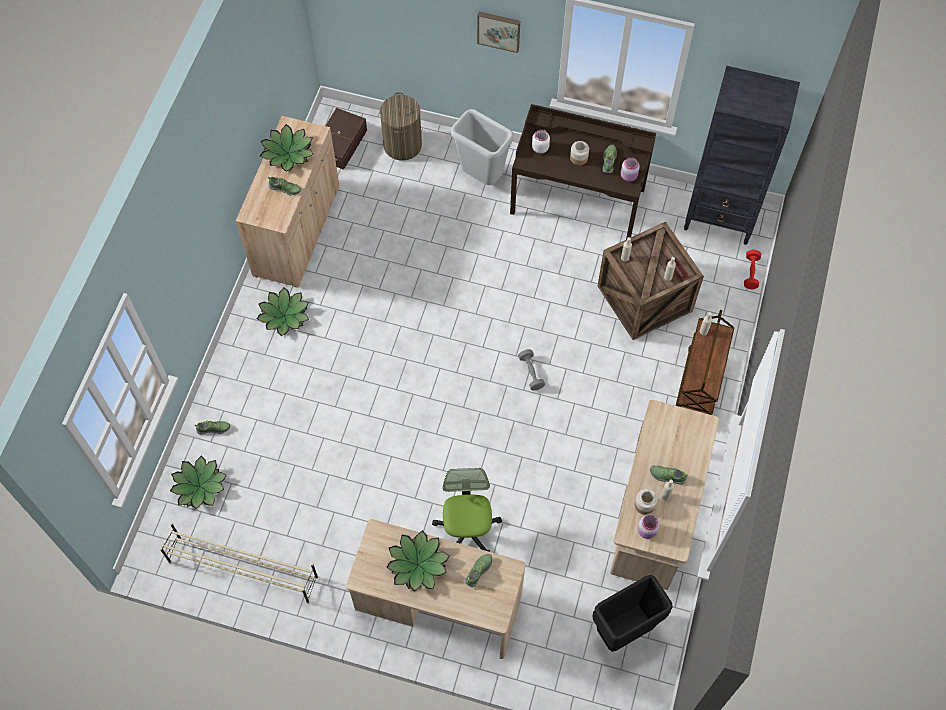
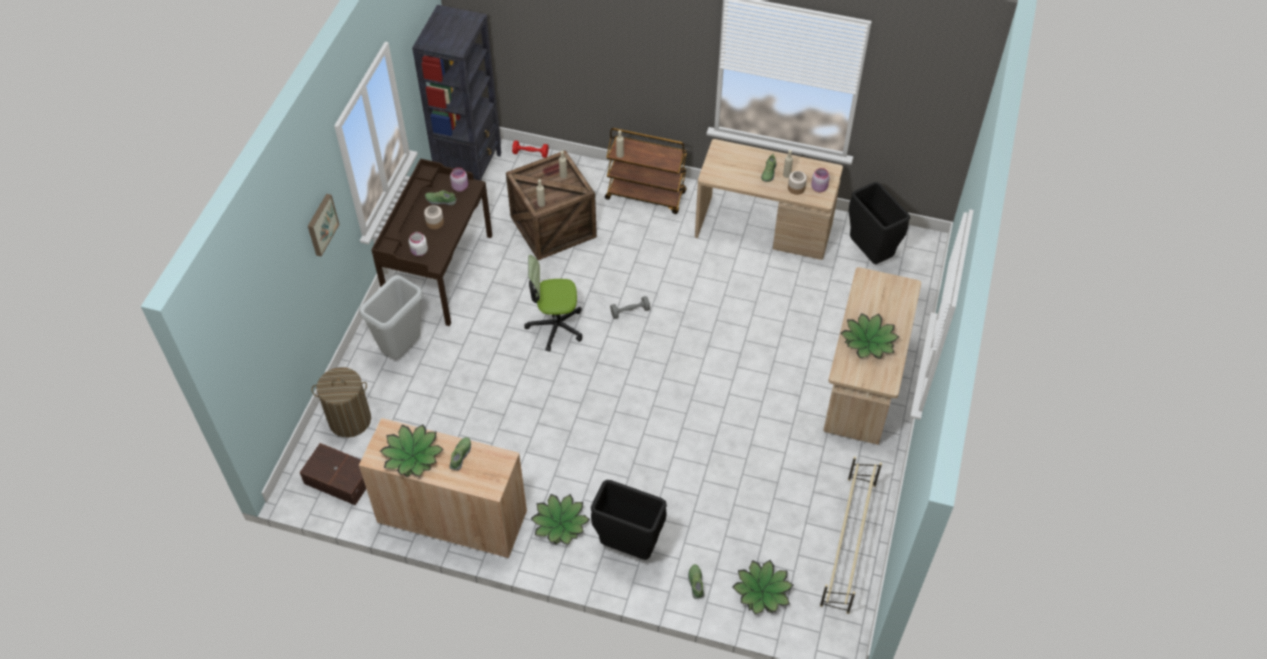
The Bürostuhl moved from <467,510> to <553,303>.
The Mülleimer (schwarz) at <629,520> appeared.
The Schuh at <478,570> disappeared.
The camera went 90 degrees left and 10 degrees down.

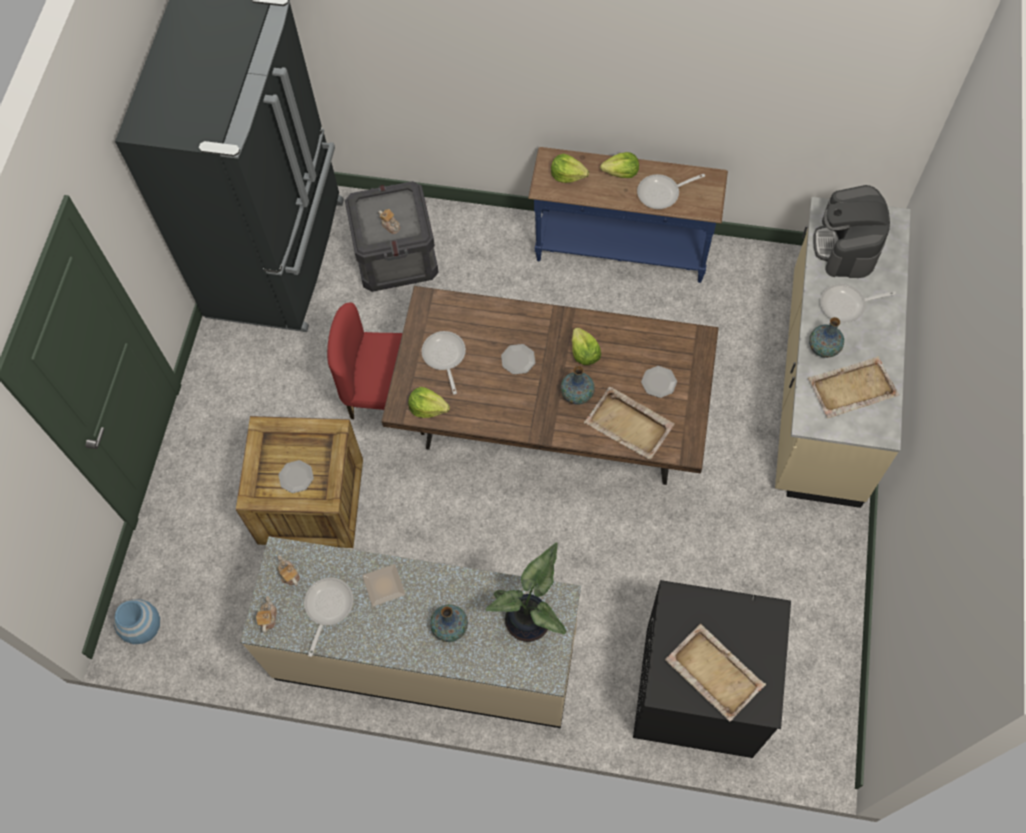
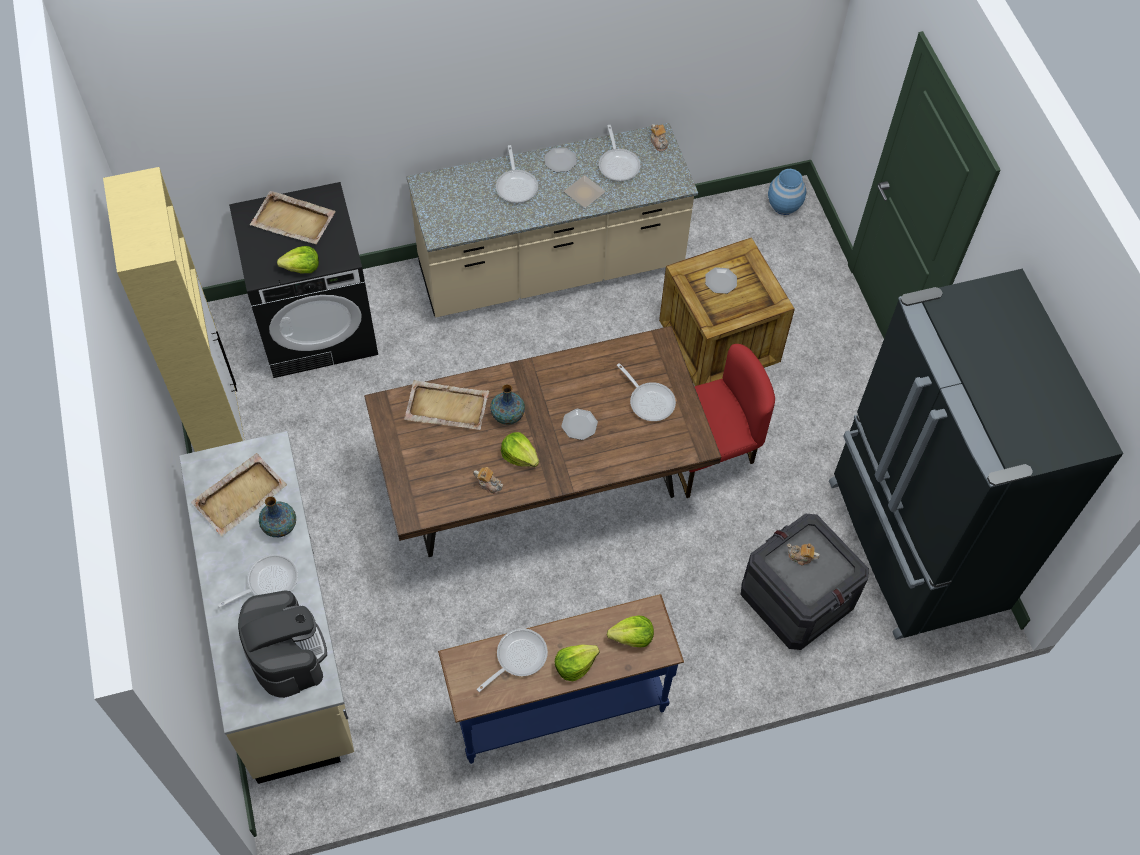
The Schrank (beige) at <174,309> appeared.
The Salatkopf moved from <429,402> to <298,259>.
The Teekanne moved from <288,570> to <488,480>.
The Vase at <449,623> was replaced by the Pfanne at <517,174>.
The Teller moved from <659,382> to <560,160>.
The Topfpflanze at <525,592> disappeared.
The camera went 150 degrees right and 5 degrees down.

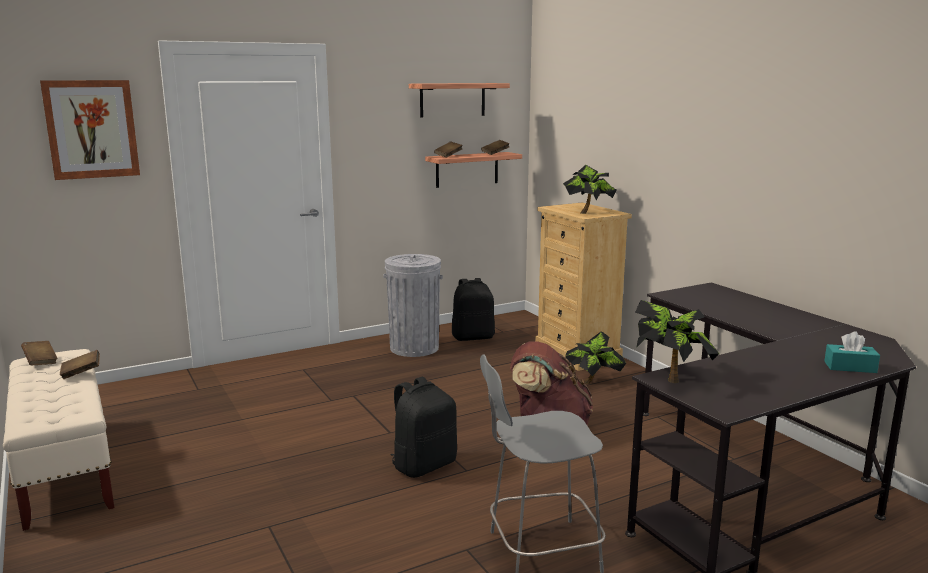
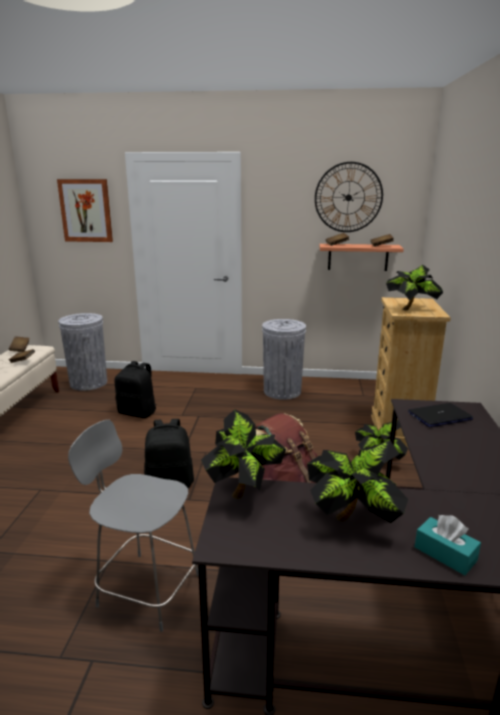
The Mülleimer (grau) at <82,352> appeared.
The Rucksack (schwarz) moved from <473,309> to <136,389>.
The Topfpflanze at <357,481> appeared.
The Wandregal at <459,100> was replaced by the Wanduhr at <349,197>.
The Laptop at <440,415> appeared.
The camera went 35 degrees right and 5 degrees up.

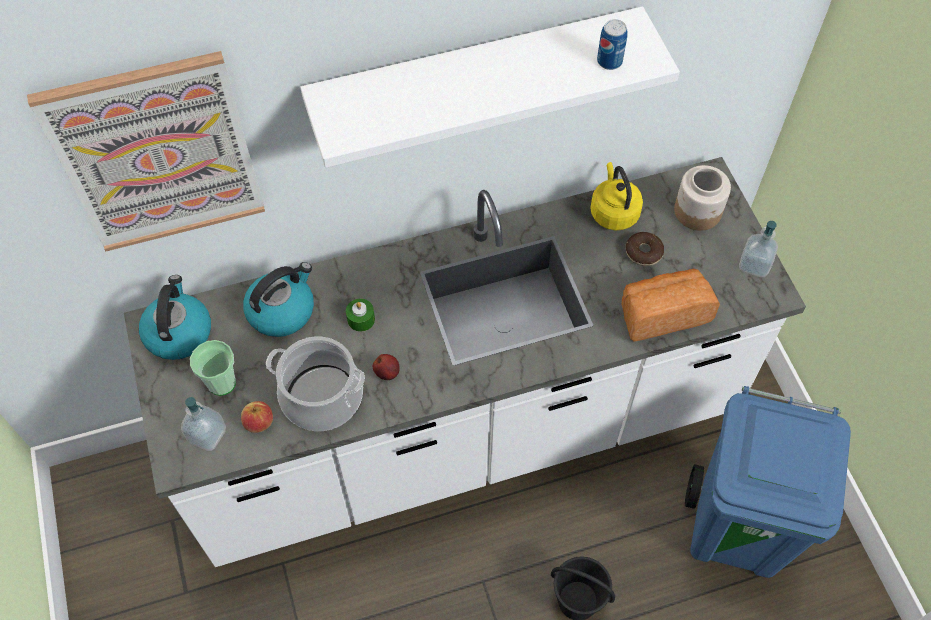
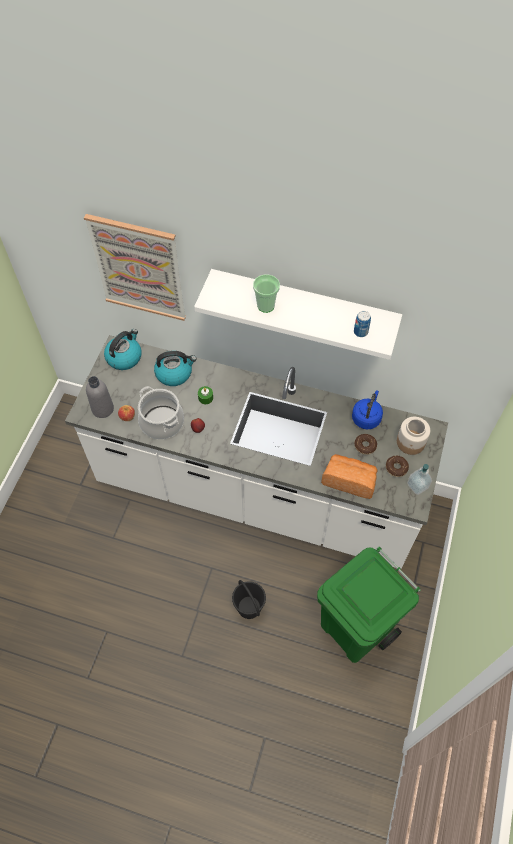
The Seifenspender at <203,424> was replaced by the Flasche (grau) at <100,397>.
The Tasse moved from <213,368> to <266,293>.
The Mülleimer (blau) at <768,482> became the Mülleimer (grün) at <369,605>.
The Wasserkessel (gelb) at <616,196> became the Wasserkessel (blau) at <367,409>.
The Donut at <397,466> appeared.
The camera went 35 degrees right and 0 degrees up.

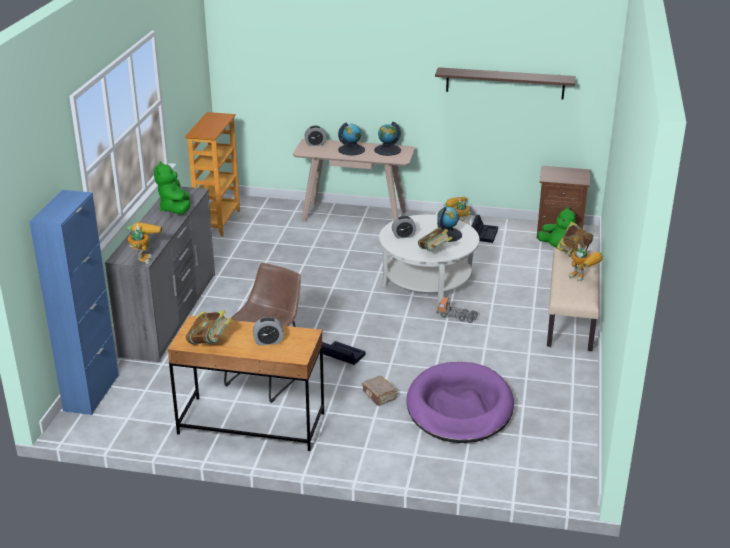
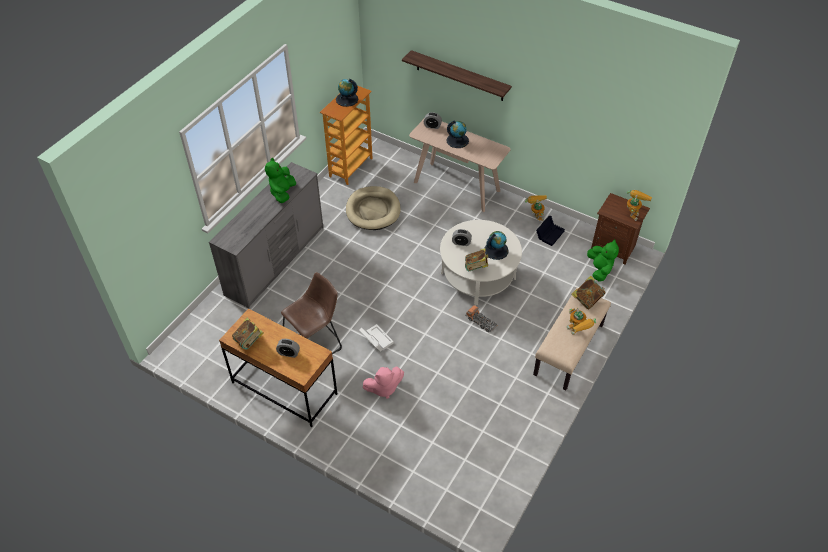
The Globus moved from <387,139> to <347,93>.
The Hundebett (beige) at <373,208> appeared.
The Aufbewahrungsbox (schwarz) at <344,353> became the Aufbewahrungsbox (weiß) at <376,337>.
The Buch (braun) at <379,391> was replaced by the Plüschtier (rosa) at <383,383>.
The Wandregal moved from <505,83> to <457,75>.
The Spielzeugroboter moved from <144,243> to <639,205>.
The Schrank (blau) at <74,302> disappeared.
The Hundebett (lila) at <460,402> disappeared.
The camera went 20 degrees right and 20 degrees up.

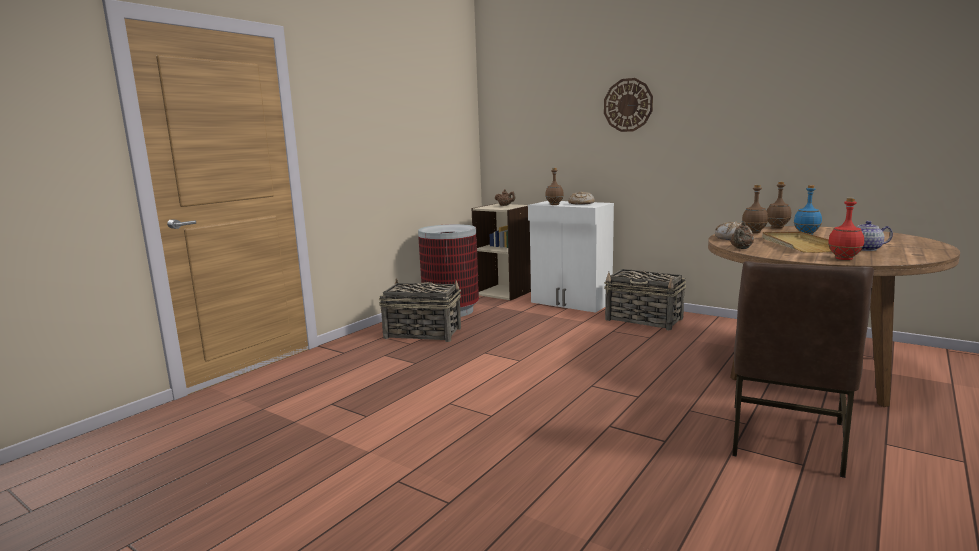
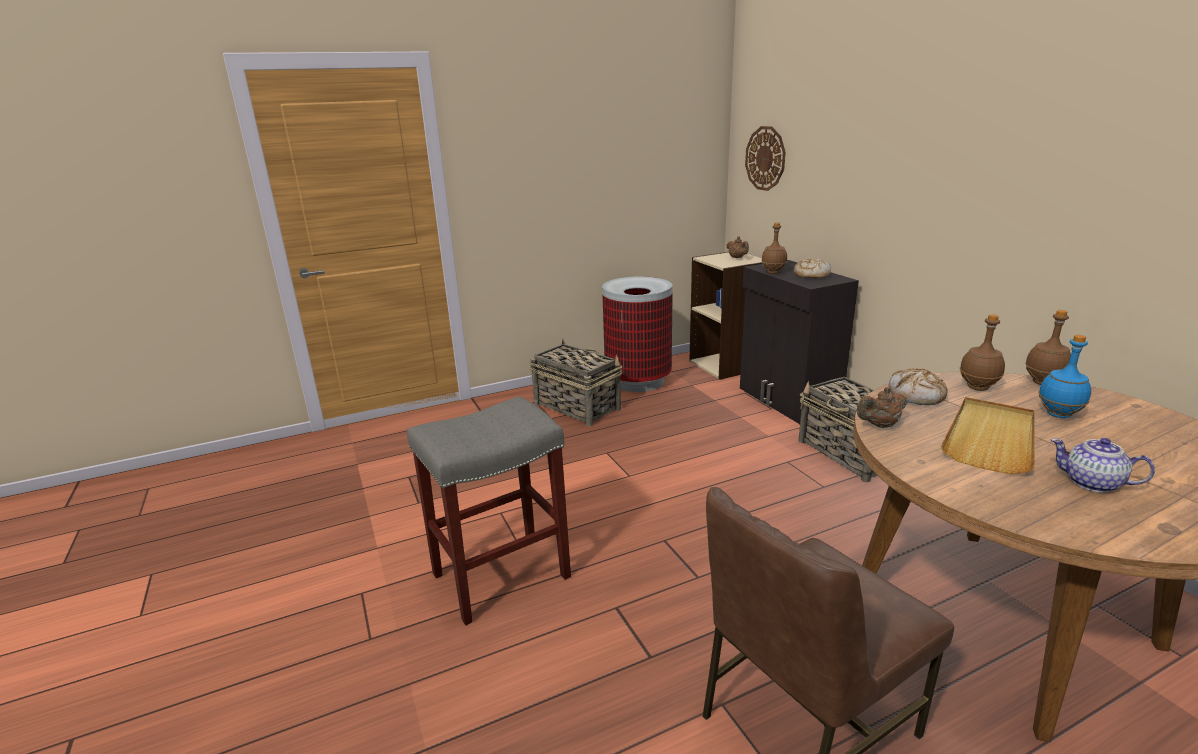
The Hocker (grau) at <489,510> appeared.
The Schrank (weiß) at <571,257> became the Schrank (schwarz) at <799,342>.
The Wanduhr moved from <628,105> to <765,158>.
The Flasche (rot) at <846,229> disappeared.
The camera went 30 degrees right and 10 degrees up.

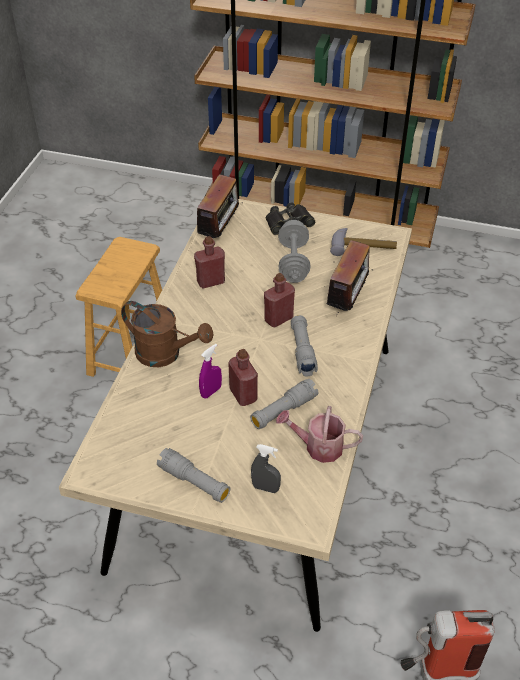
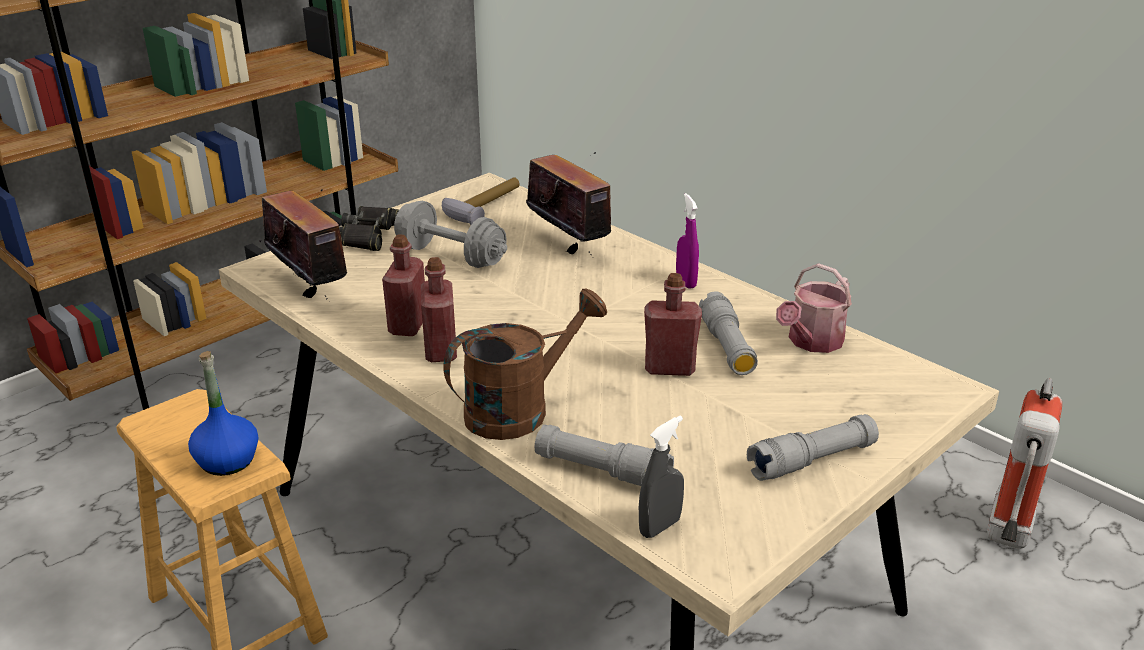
The Flasche (blau) at <223,413> appeared.
The Flasche (rot) moved from <279,300> to <439,309>.
The Taschenlampe (grau) moved from <304,345> to <604,455>.
The Sprühflasche (grau) moved from <266,468> to <661,477>.
The Sprühflasche (lila) moved from <210,371> to <687,241>.
The camera went 60 degrees left and 15 degrees down.

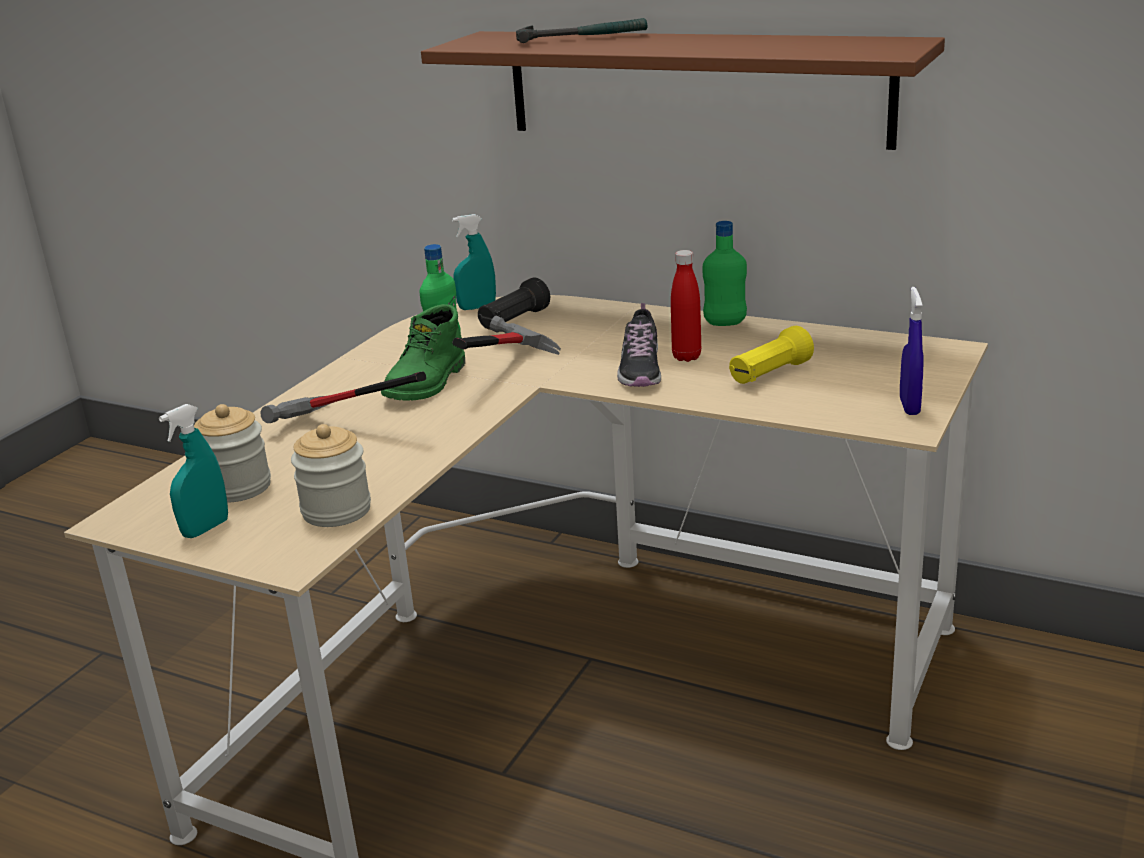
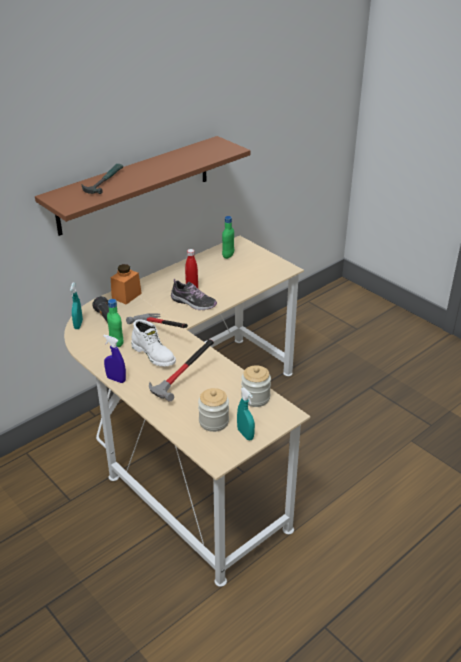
The Sprühflasche (blau) moved from <911,351> to <114,359>.
The Vorratsglas (orange) at <126,284> appeared.
The Stiefel (grün) at <423,352> became the Stiefel (weiß) at <153,343>.
The Flasche (grün) moved from <725,273> to <228,237>.
The Taschenlampe (gelb) at <771,355> disappeared.
The camera went 70 degrees left and 10 degrees up.

